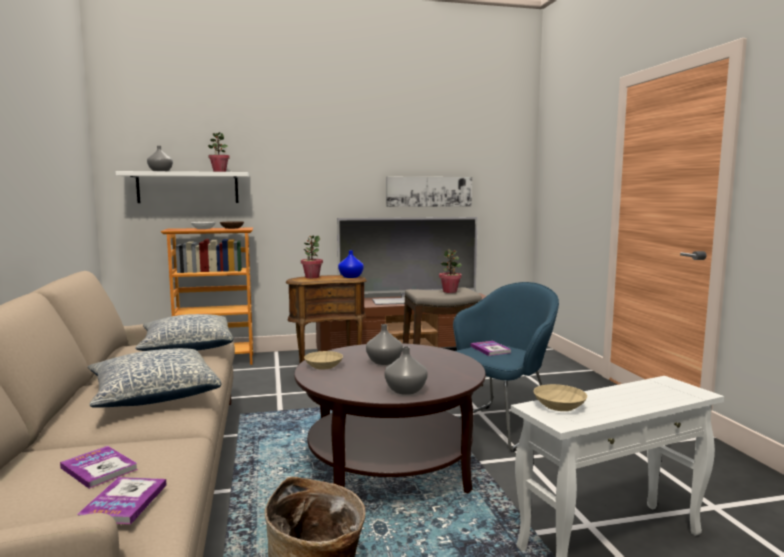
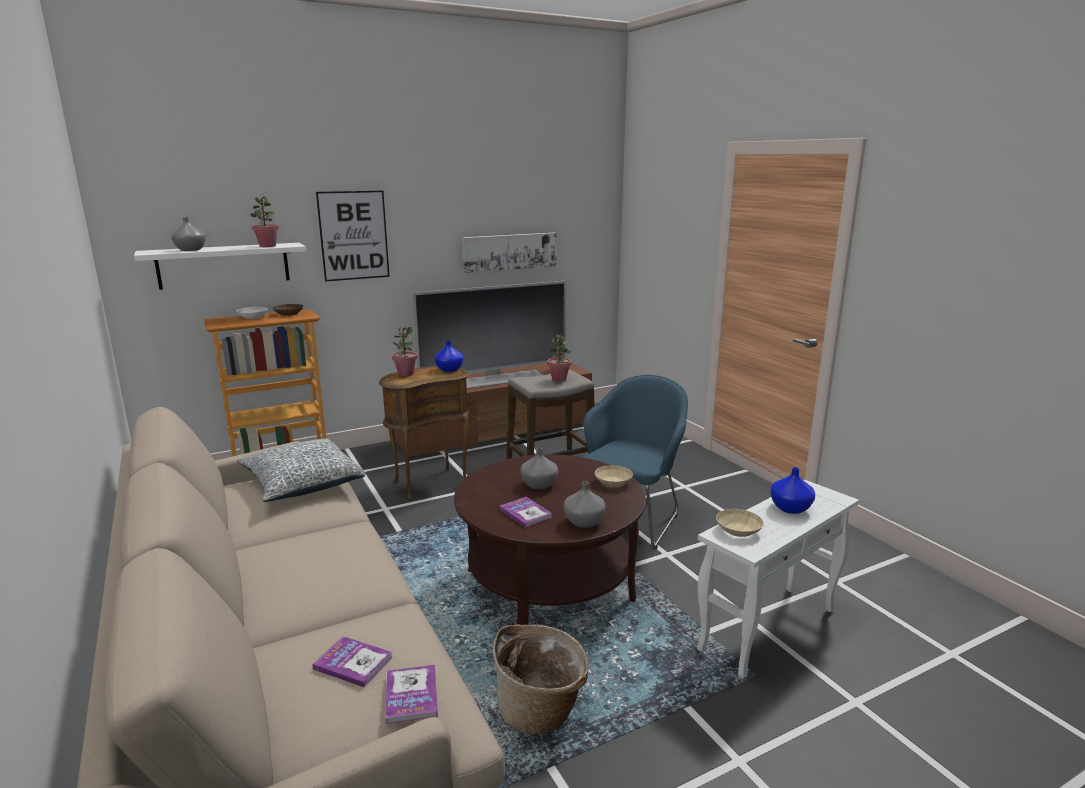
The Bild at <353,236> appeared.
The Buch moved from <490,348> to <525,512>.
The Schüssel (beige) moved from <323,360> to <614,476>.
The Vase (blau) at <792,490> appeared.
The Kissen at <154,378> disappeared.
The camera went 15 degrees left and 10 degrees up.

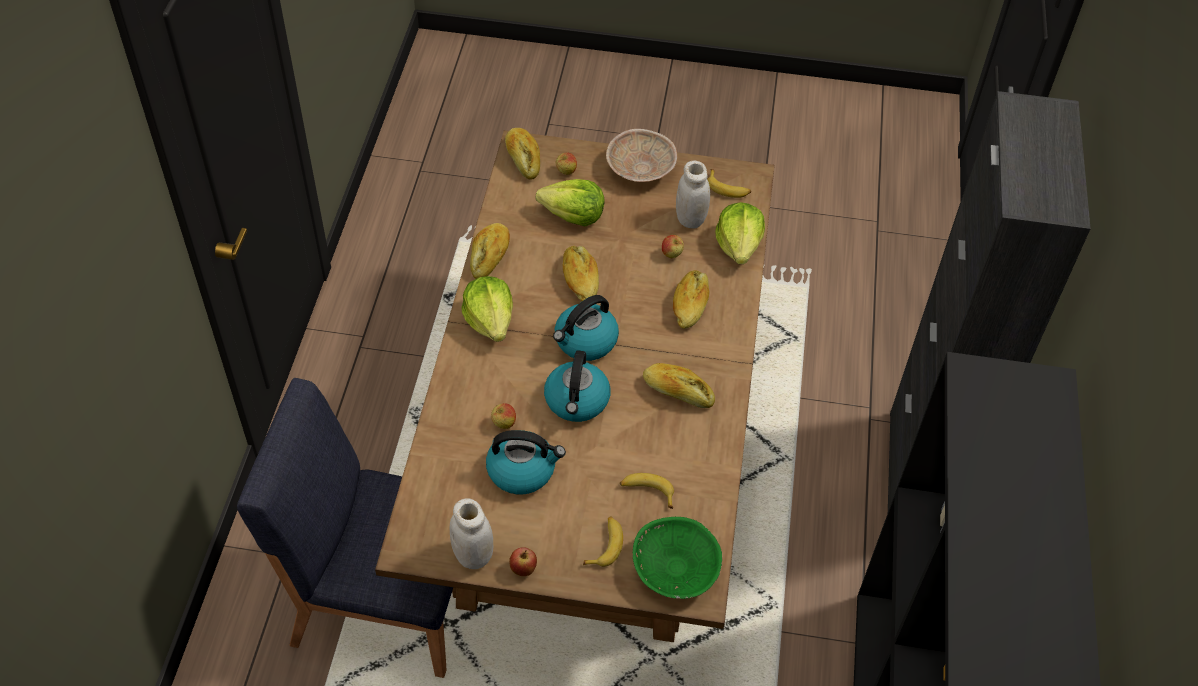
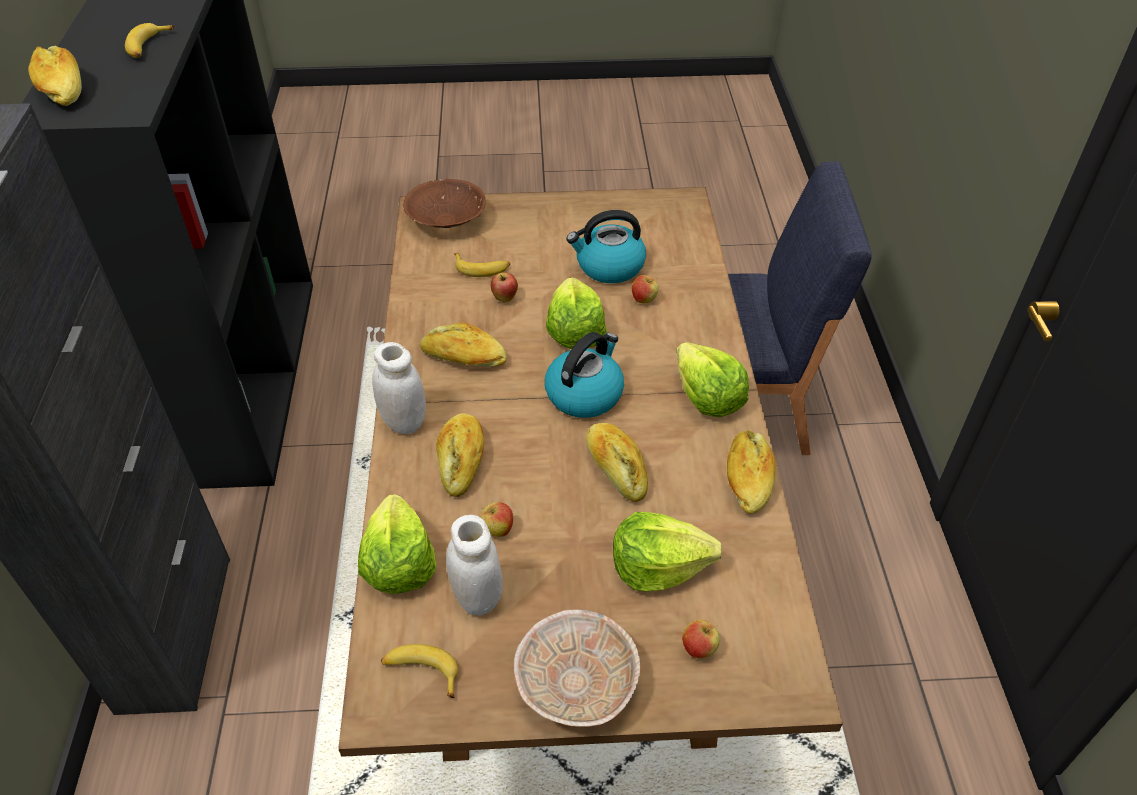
The Brot moved from <522,154> to <55,76>.
The Banane moved from <603,542> to <149,40>.
The Vorratsglas (weiß) moved from <471,533> to <399,388>.
The Schüssel (grün) at <677,558> became the Schüssel (braun) at <444,203>.
The Apfel moved from <523,561> to <504,287>.
The Wasserkessel at <577,386> was replaced by the Salatkopf at <576,313>.
The camera went 170 degrees right and 5 degrees down.

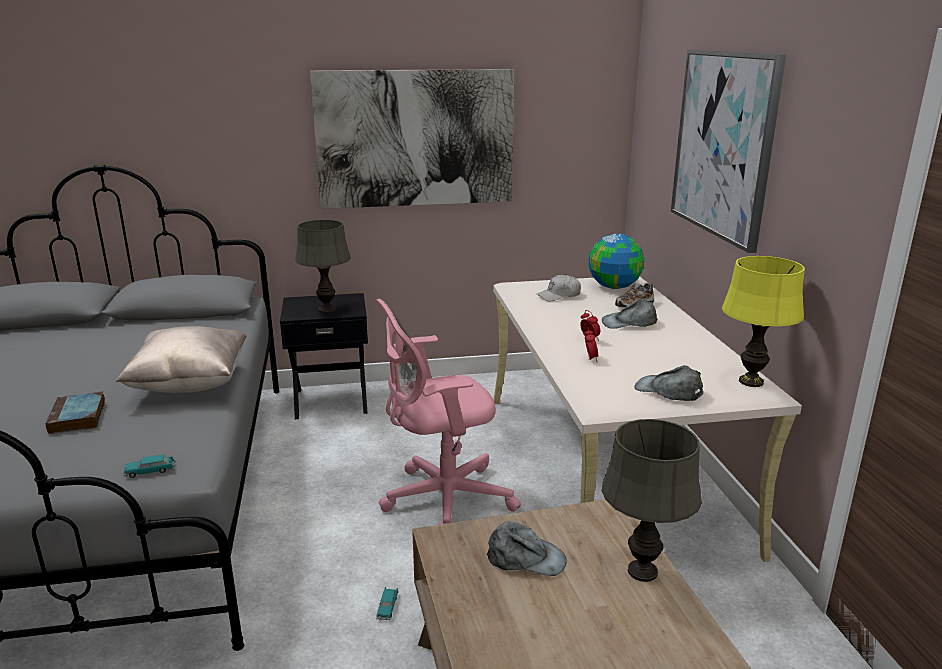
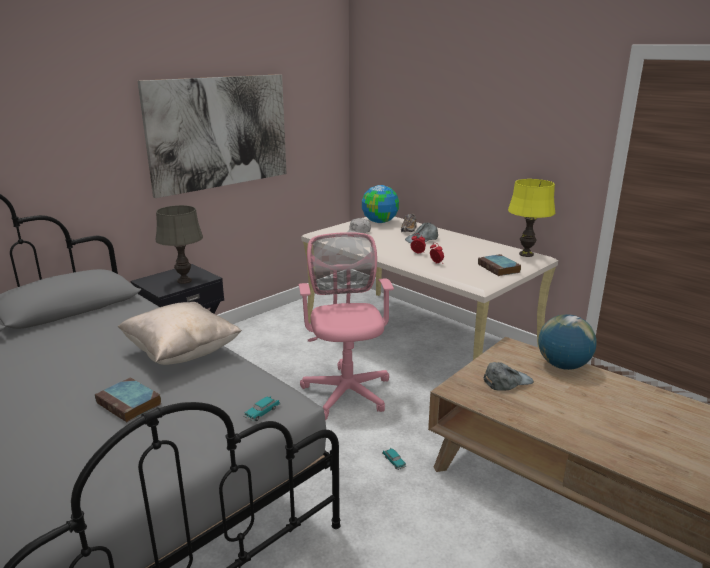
The Bürostuhl (rosa) at <448,412> turned 135 degrees clockwise.
The Kappe (grau) at <669,383> was replaced by the Buch at <499,265>.
The Tischlampe (grau) at <652,500> was replaced by the Globus at <567,342>.
The Bild at <728,151> disappeared.
The camera went 35 degrees left and 0 degrees up.

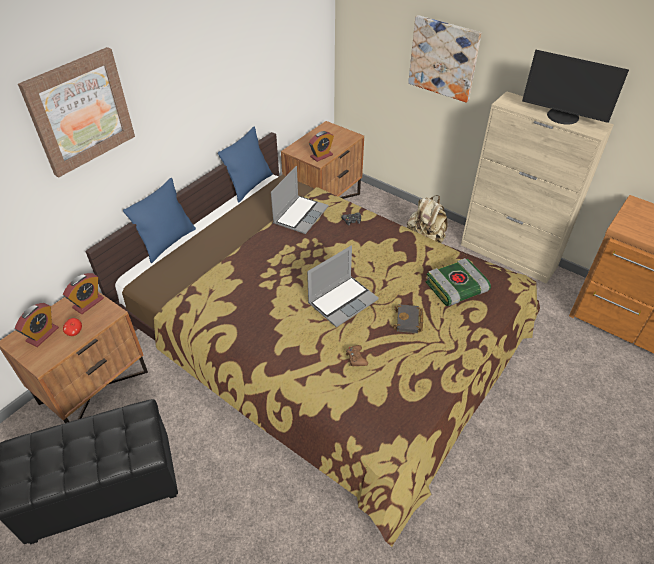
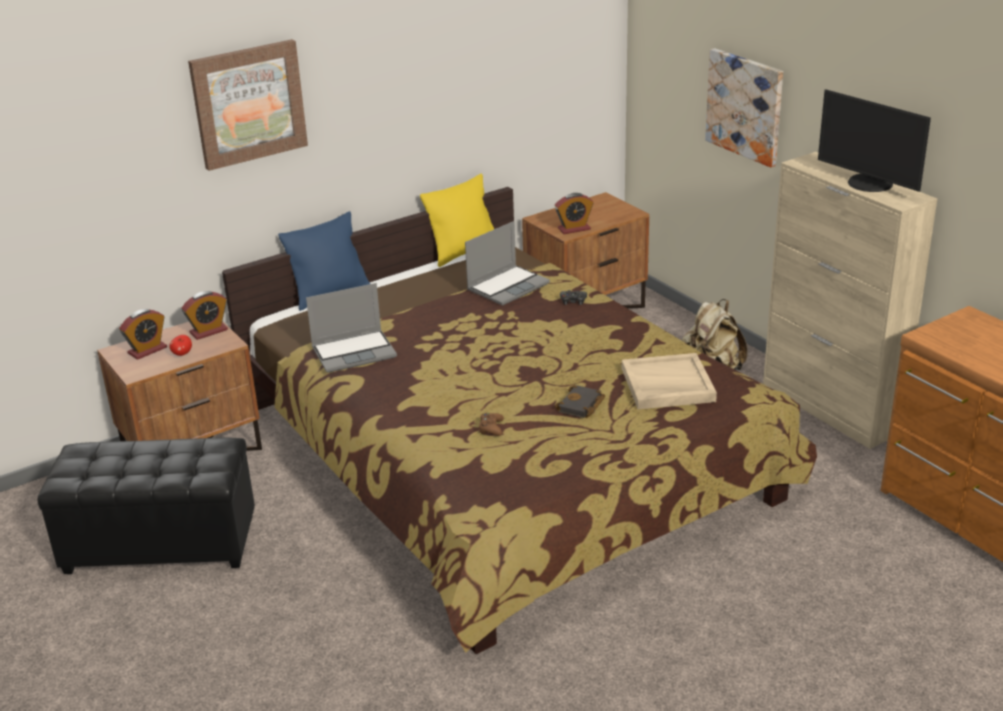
The Laptop moved from <343,286> to <351,328>.
The Kissen (blau) at <245,164> became the Kissen (gelb) at <457,220>.
The Buch at <458,282> was replaced by the Tablett (beige) at <669,381>.
The camera went 20 degrees right and 15 degrees down.

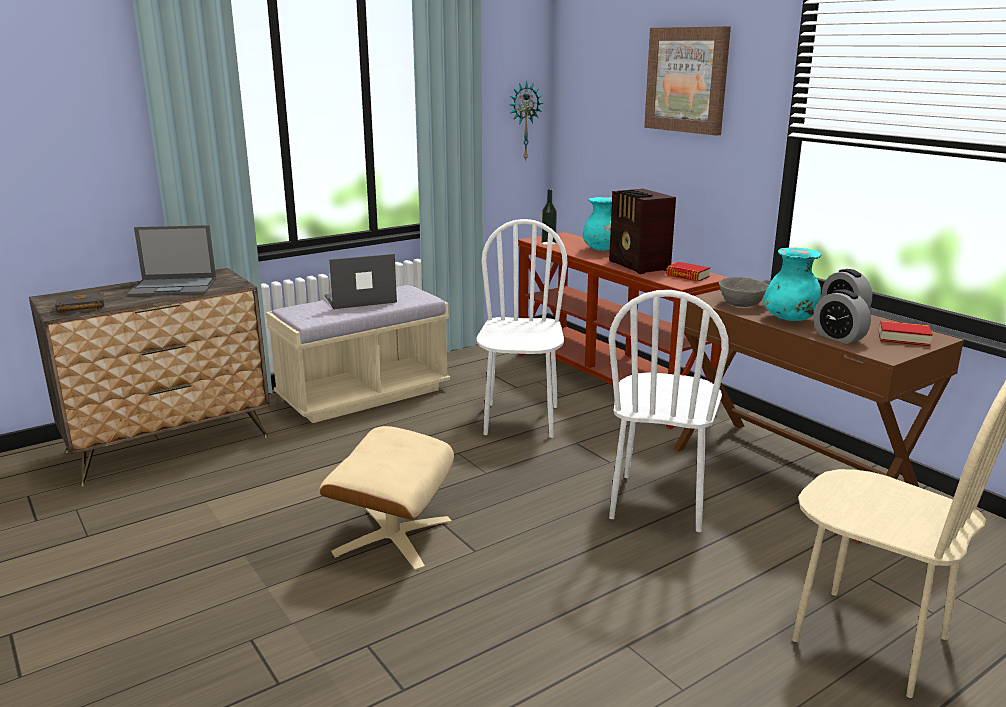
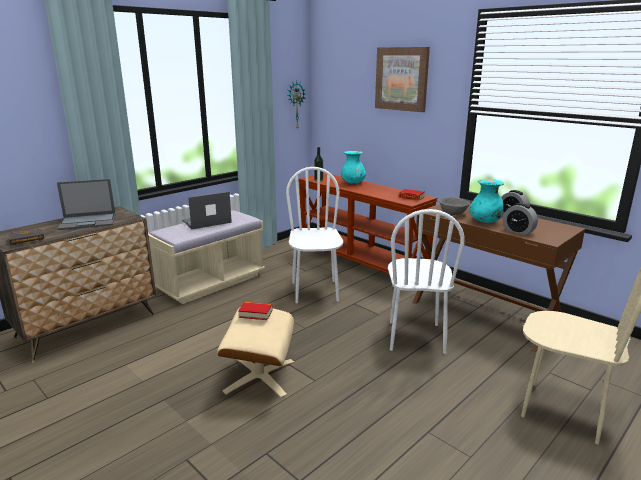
The Buch moved from <906,333> to <255,311>.
The Radio at <642,231> disappeared.
The camera went 10 degrees left and 0 degrees up.

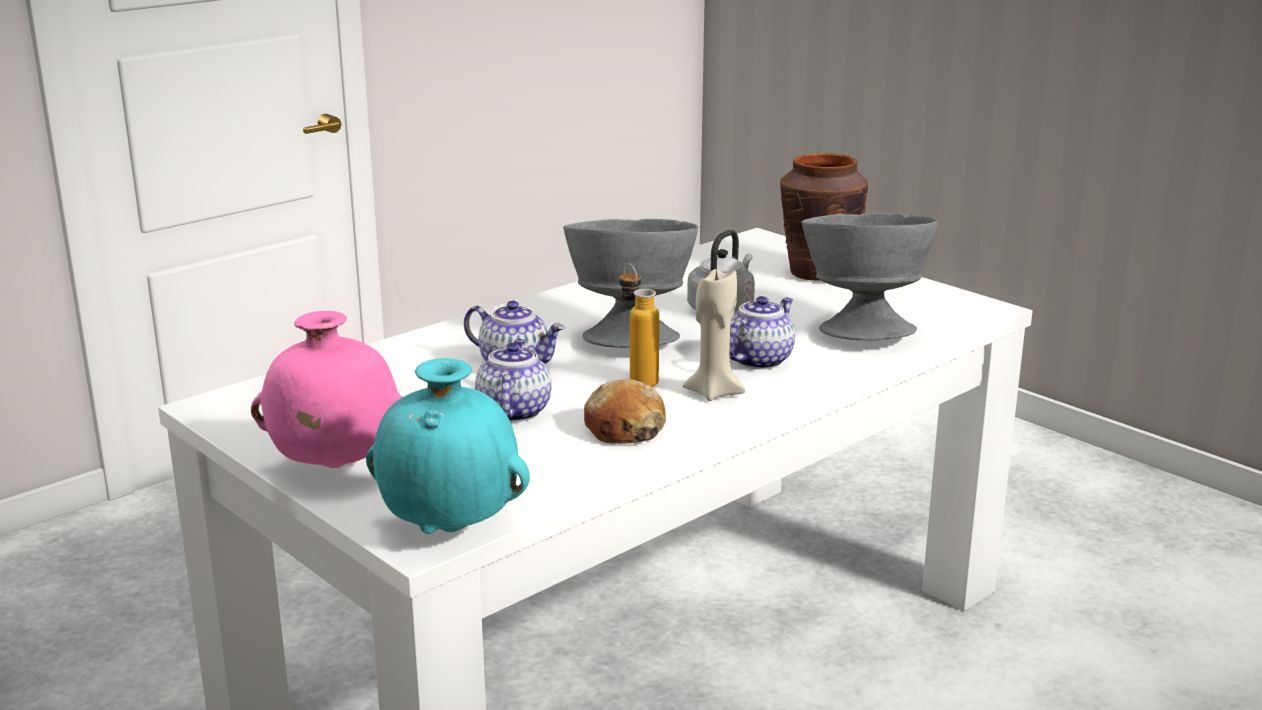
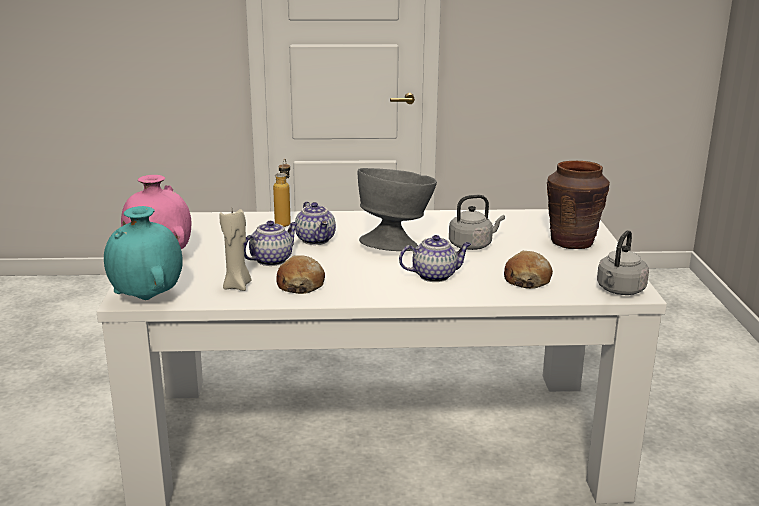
The Kerze (beige) moved from <714,334> to <235,250>.
The Flasche moved from <639,325> to <282,193>.
The Schüssel (grau) at <870,277> was replaced by the Brot at <528,270>.
The Wasserkessel (grau) at <623,262> appeared.
The camera went 40 degrees right and 0 degrees up.

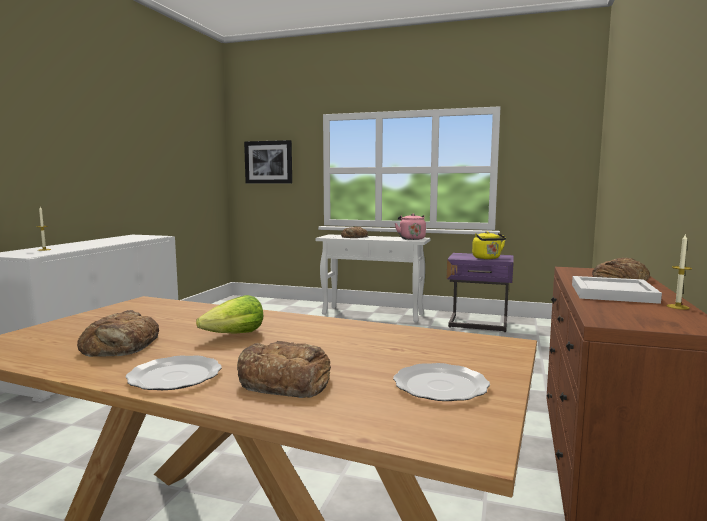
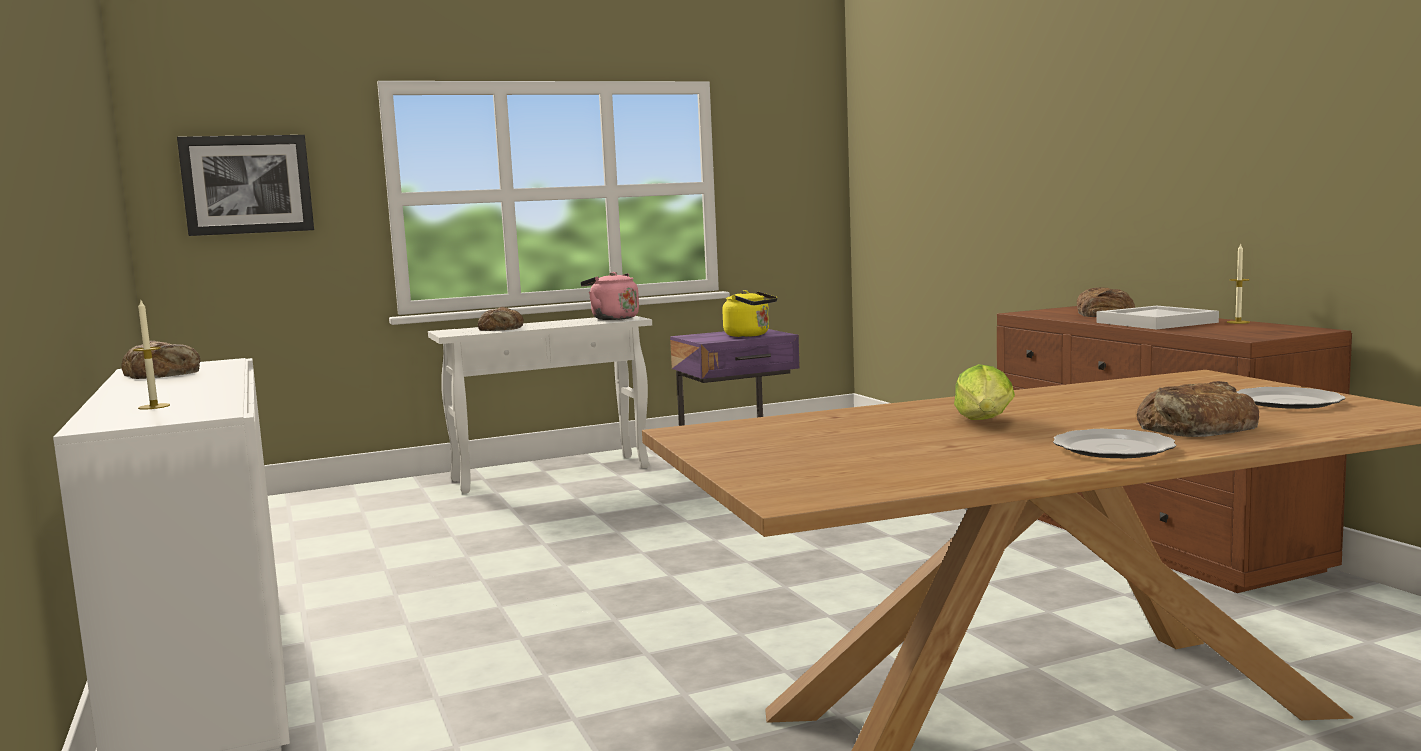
The Brot moved from <118,333> to <160,360>.
The camera went 40 degrees left and 0 degrees up.

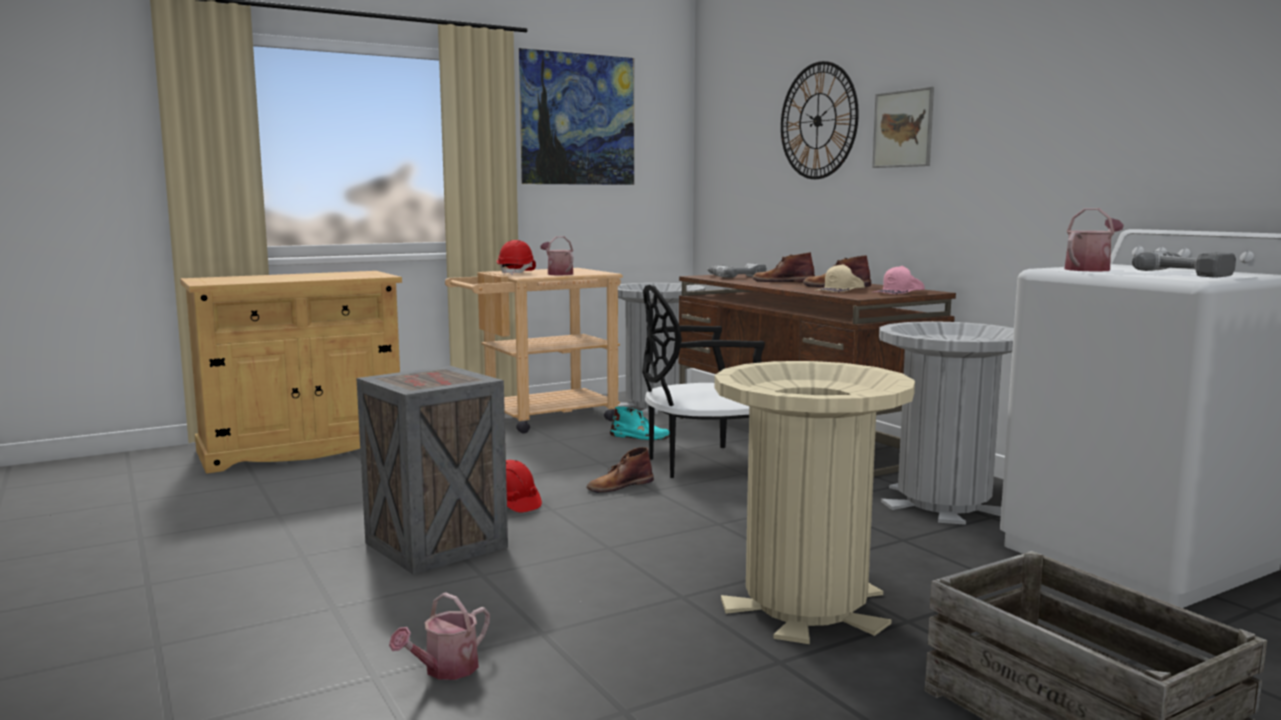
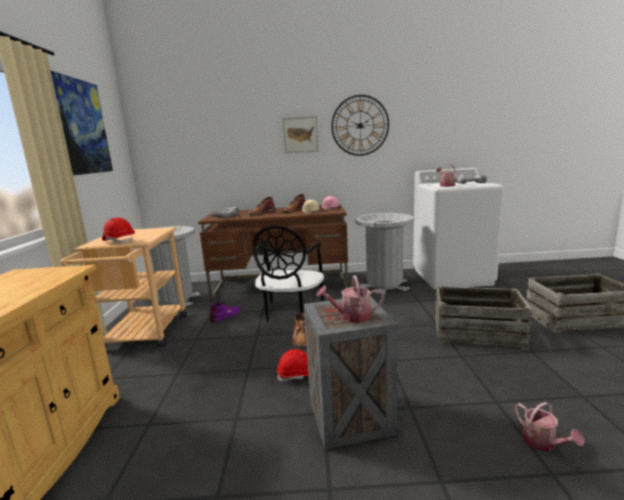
The Stiefel (türkis) at <639,423> became the Stiefel (lila) at <225,312>.
The Gießkanne moved from <557,255> to <350,299>.
The Wanduhr moved from <820,120> to <360,125>.
The Mülleimer (beige) at <814,502> was replaced by the Kiste at <483,318>.
The camera went 60 degrees left and 5 degrees up.

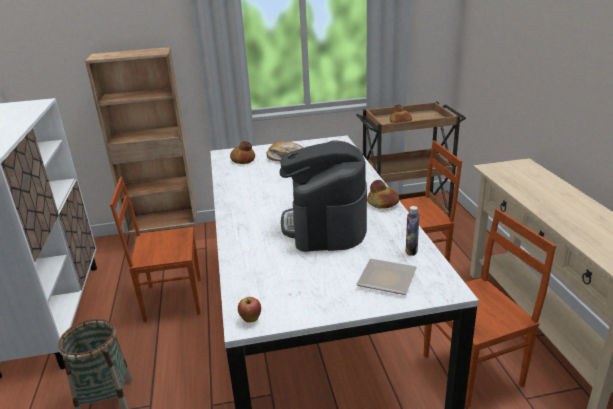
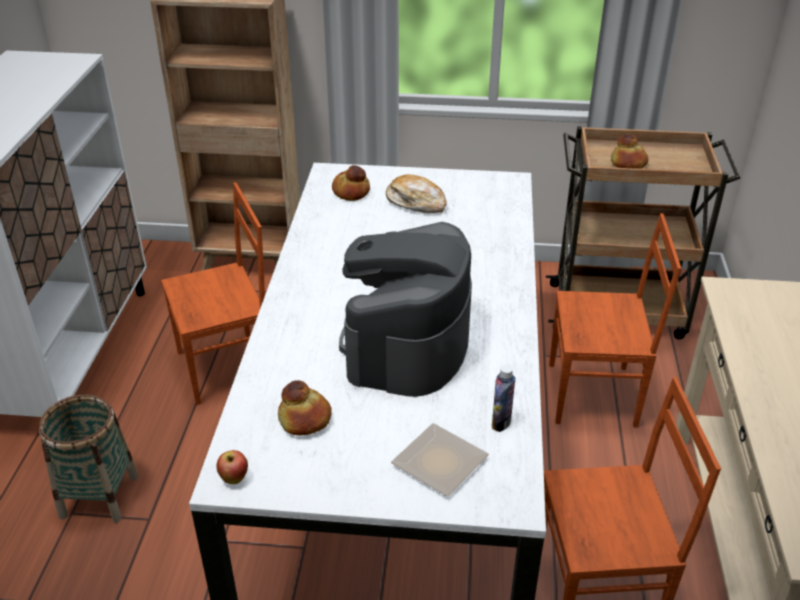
The Stuhl (braun) at <155,250> turned 150 degrees clockwise.
The Brot moved from <383,194> to <305,408>.
The camera went 15 degrees right and 10 degrees up.

